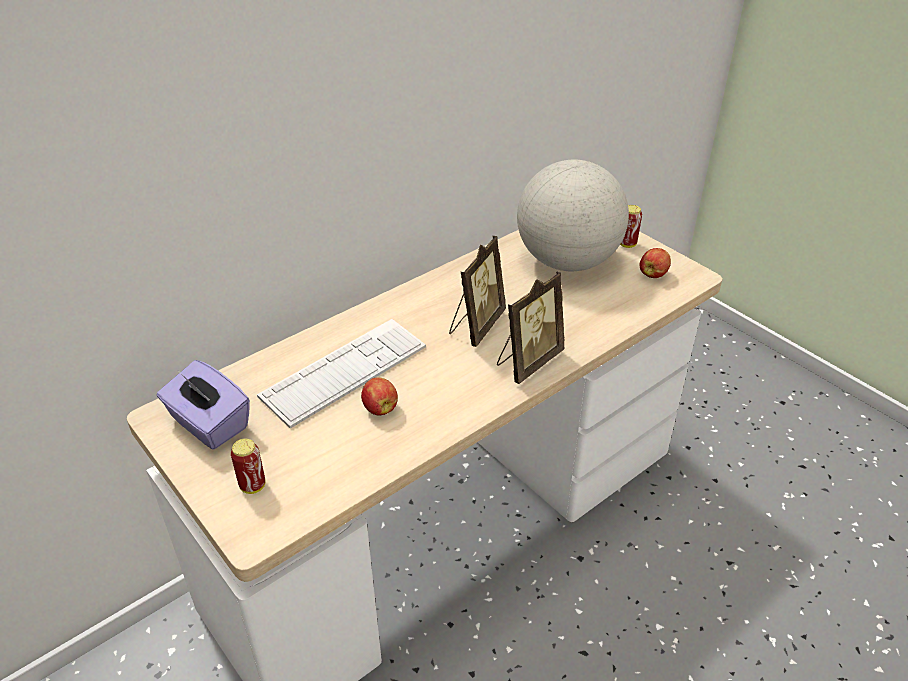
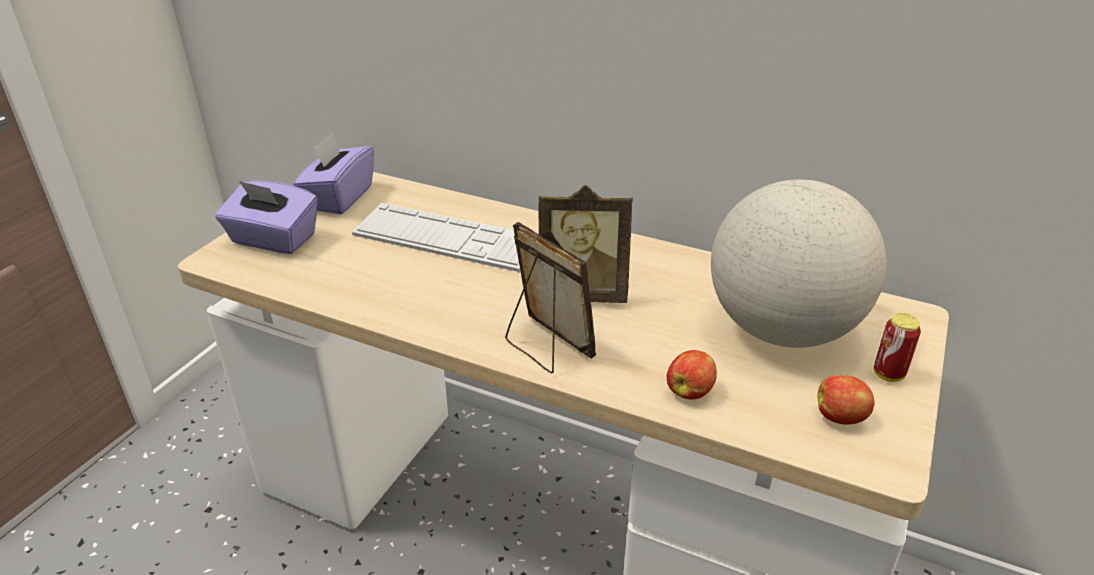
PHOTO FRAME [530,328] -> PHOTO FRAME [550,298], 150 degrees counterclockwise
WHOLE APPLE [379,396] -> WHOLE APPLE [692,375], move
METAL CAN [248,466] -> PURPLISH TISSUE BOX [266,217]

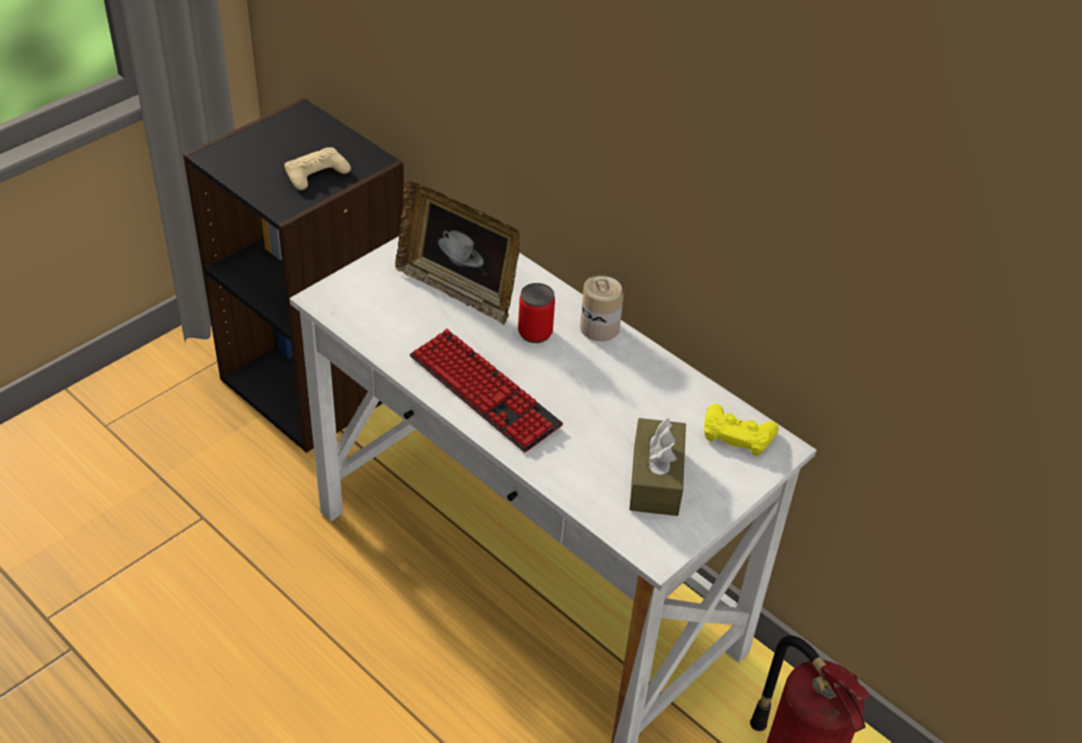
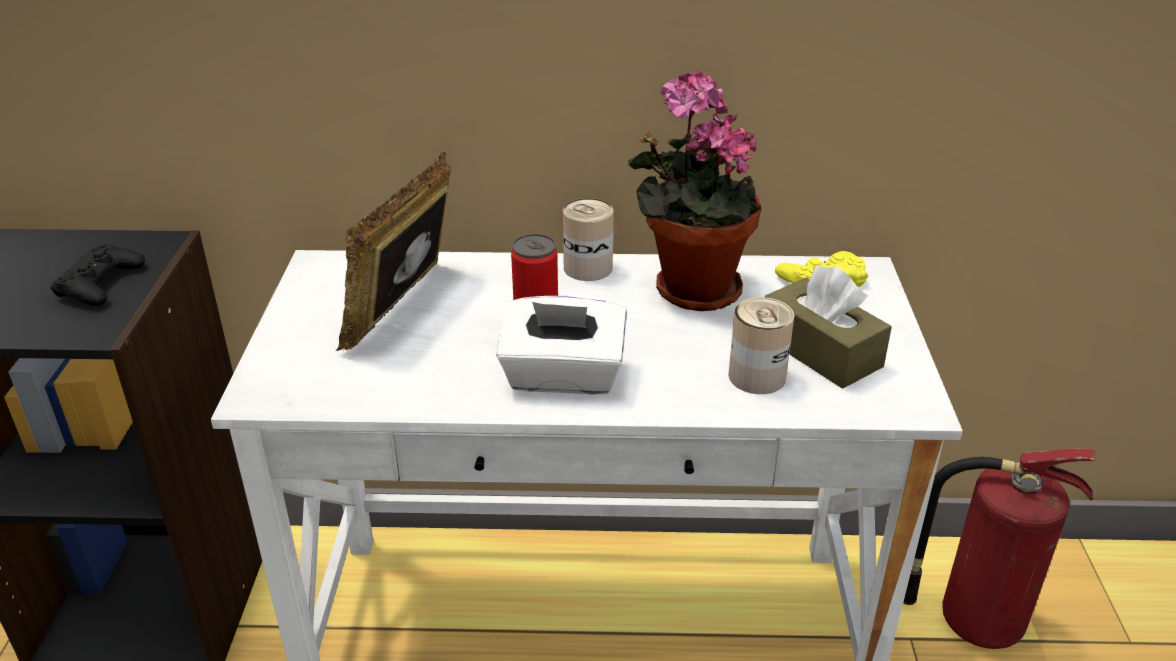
BEIGE-COLOURED GAME CONTROLLER [317,168] -> BLACK-COLOURED GAME CONTROLLER [98,275]
PHOTO FRAME [458,253] -> PHOTO FRAME [393,251], 120 degrees clockwise
KEYBOARD [486,390] -> WHITE-COLOURED TISSUE BOX [561,345]
none -> POTTED PLANT [694,190]
none -> METAL CAN [761,345]

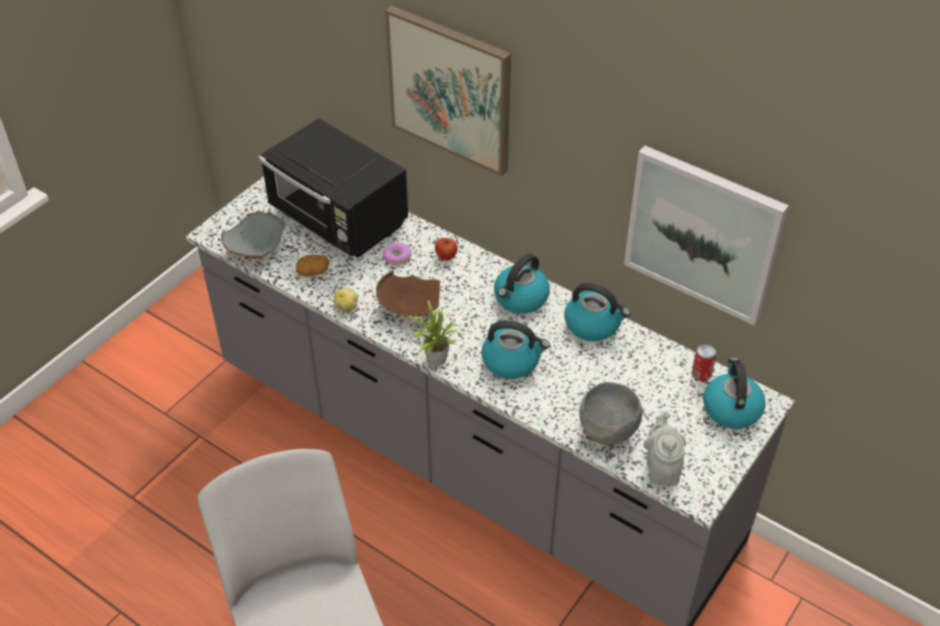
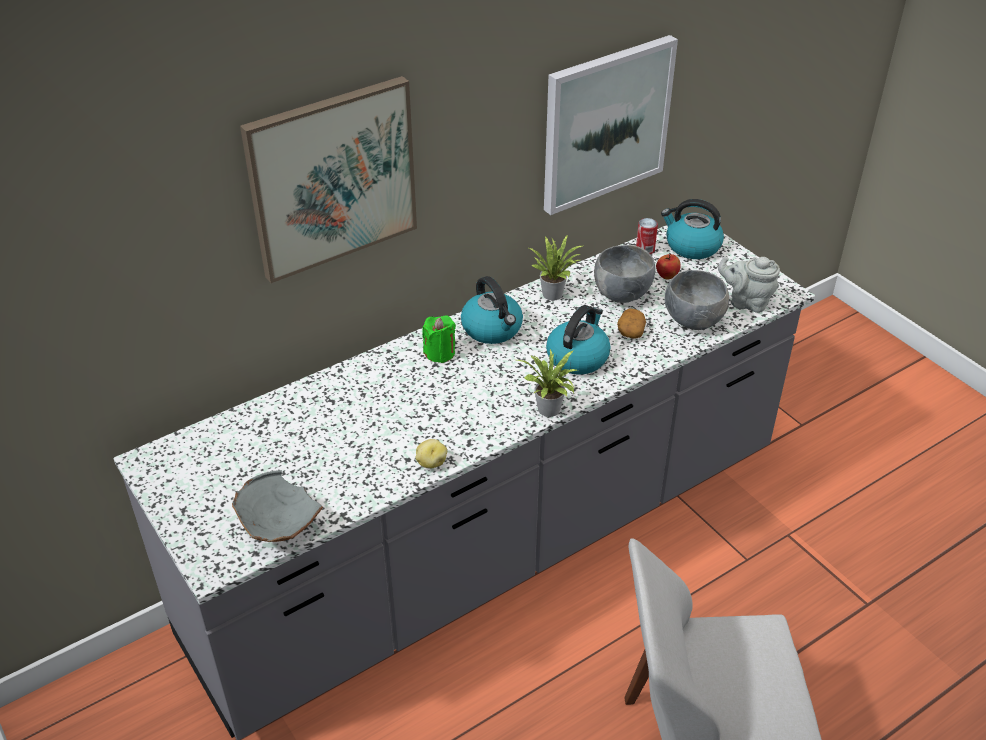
BLACK-COLOURED MICROWAVE [333,188] -> none
WHOLE APPLE [446,249] -> WHOLE APPLE [668,266], move
DOUGHNUT [397,254] -> none
POTATO [312,265] -> POTATO [631,324], move
BROWN-COLOURED DEEP DISH [408,294] -> none
KETTLE [597,312] -> POTTED PLANT [554,268]
none -> GRAY DEEP DISH [624,274]
none -> GREEN-COLOURED CANDLE [439,339]

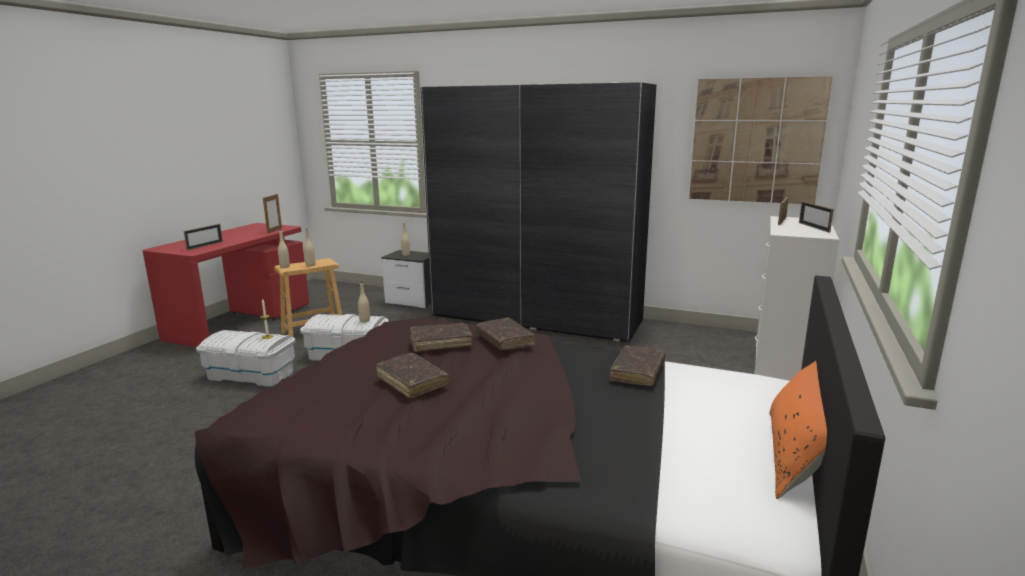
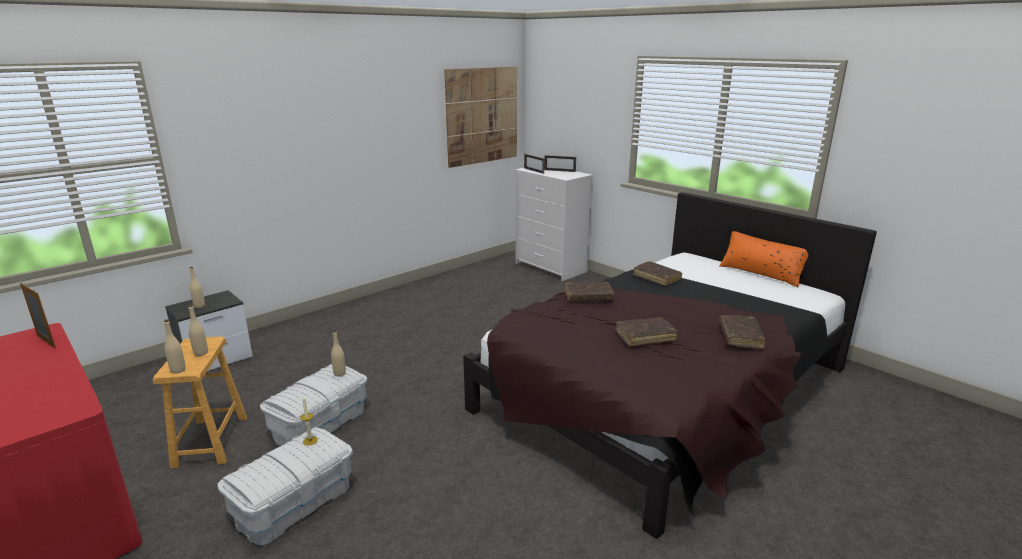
GRAY WARDROBE [538,213] -> none
PHOTO FRAME [203,237] -> none
BROWN-COLOURED VOLUME [441,337] -> BROWN-COLOURED VOLUME [742,332], move

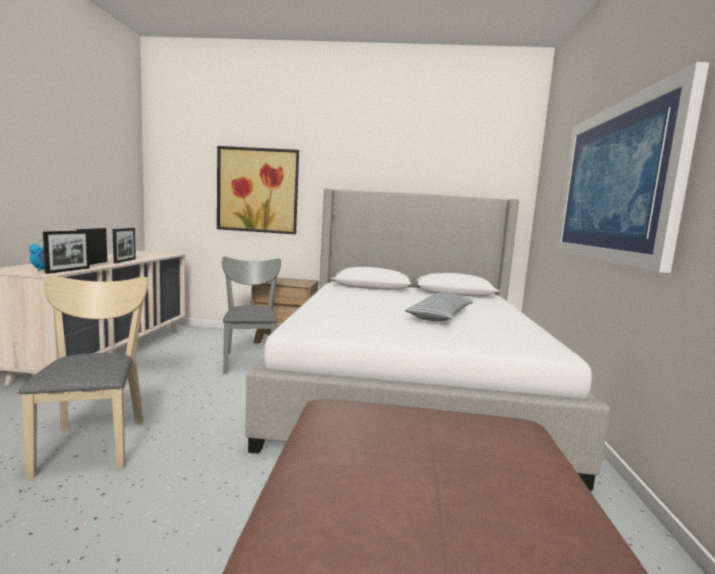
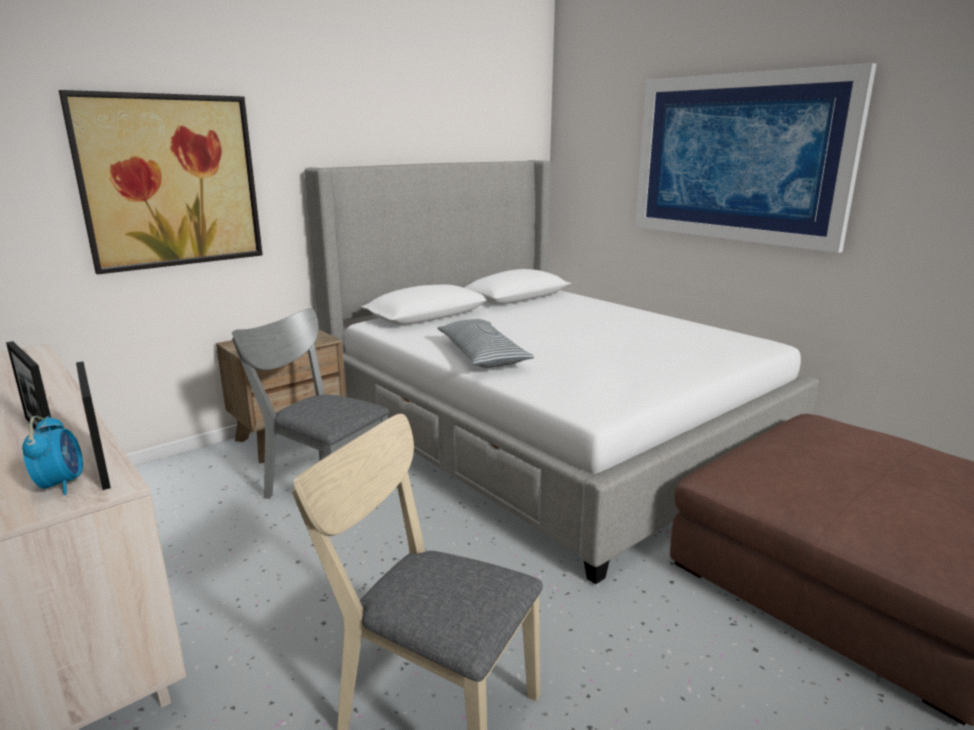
PHOTO FRAME [124,245] -> none
THROW PILLOW [439,306] -> THROW PILLOW [486,343], move

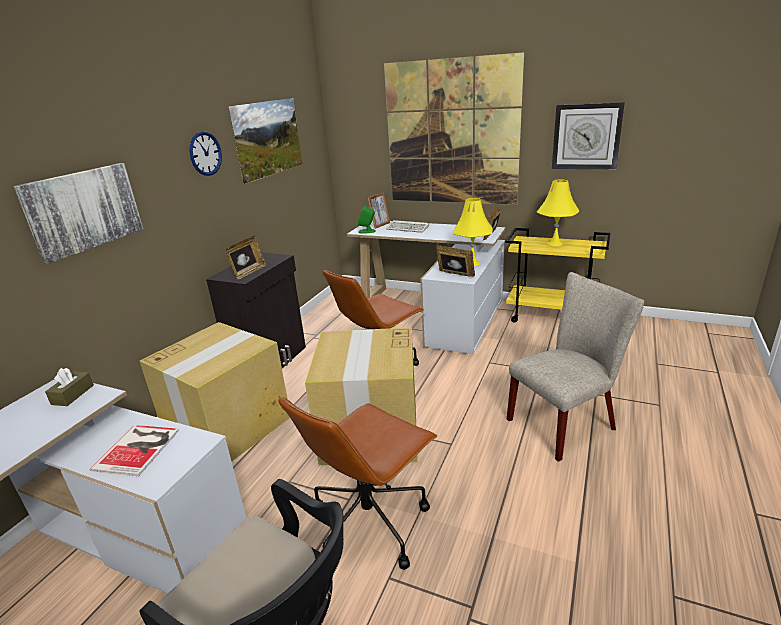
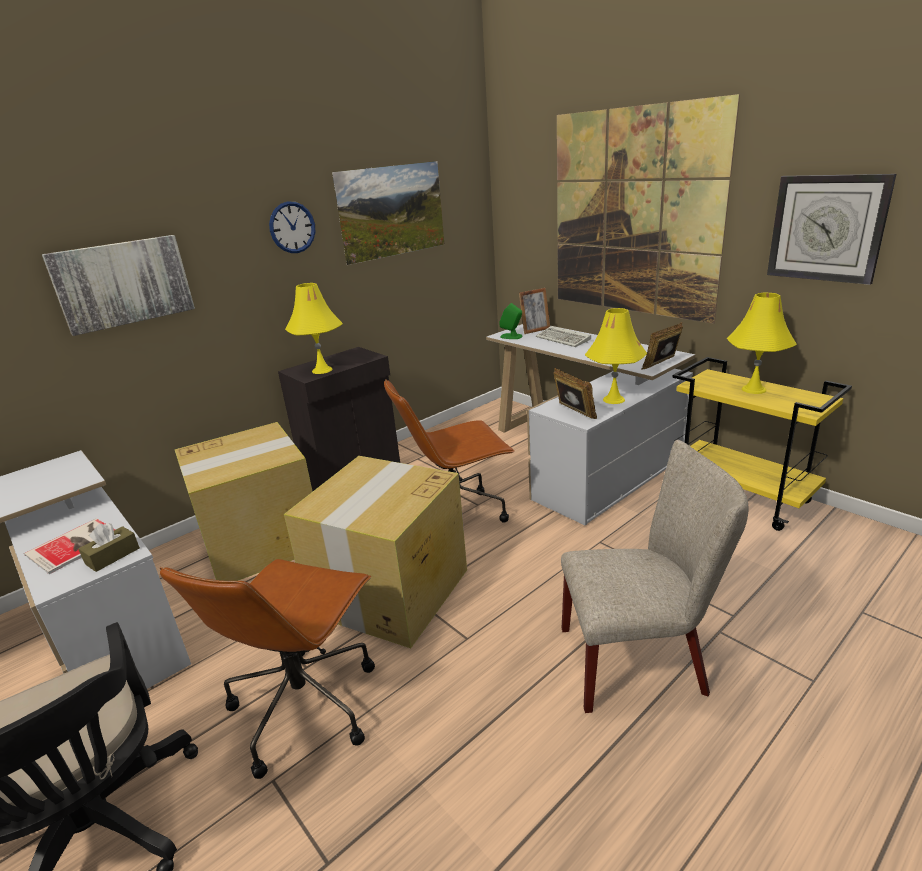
PHOTO FRAME [246,258] -> YELLOW-COLOURED TABLETOP LAMP [314,328]
BROWN-COLOURED TISSUE BOX [69,387] -> BROWN-COLOURED TISSUE BOX [109,547], move
BROWN-COLOURED COMPUTER CHAIR [357,483] -> BROWN-COLOURED COMPUTER CHAIR [267,669], 45 degrees counterclockwise

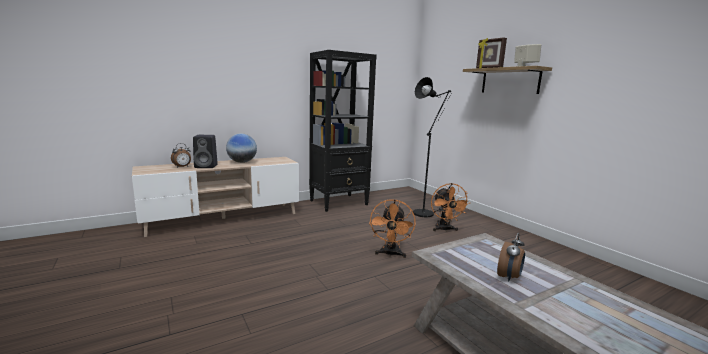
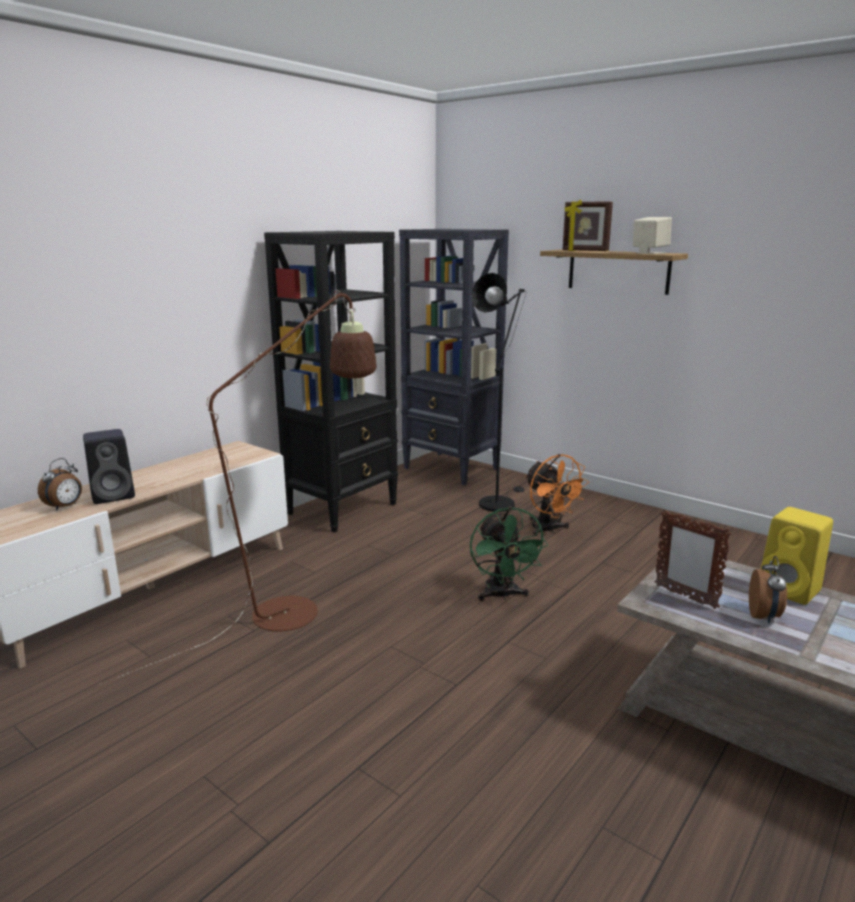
WORLD GLOBE [241,148] -> none
ORANGE-COLOURED COOLING FAN [392,228] -> GREEN-COLOURED COOLING FAN [509,554]
none -> BLACK-COLOURED BOOKCASE [454,357]
none -> BROWN-COLOURED STANDING LAMP [237,487]
none -> YELLOW-COLOURED AUDIO SPEAKER [797,556]
none -> PHOTO FRAME [693,559]

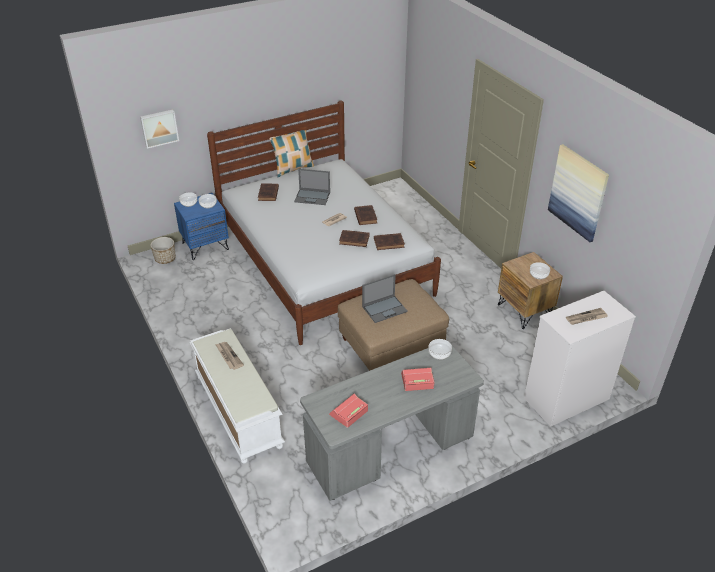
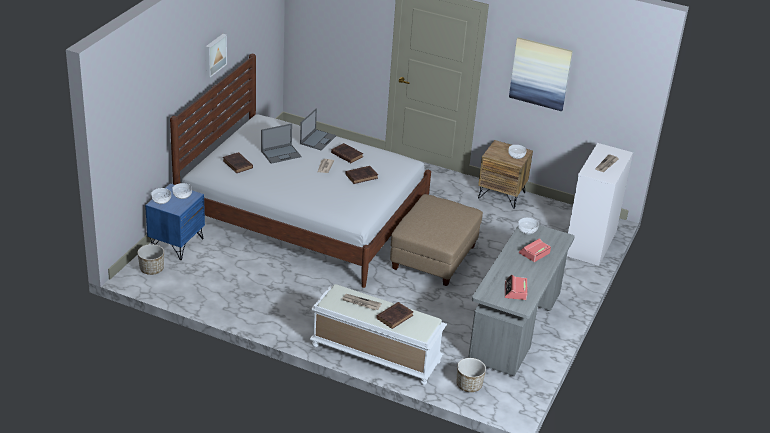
PICTURE [159,129] -> PICTURE [216,56], move
THROW PILLOW [291,153] -> none
BROWN-COLOURED VOLUME [389,241] -> BROWN-COLOURED VOLUME [394,315], move
NOTEBOOK COMPUTER [385,298] -> NOTEBOOK COMPUTER [318,129], move
none -> PLANTER [471,375]

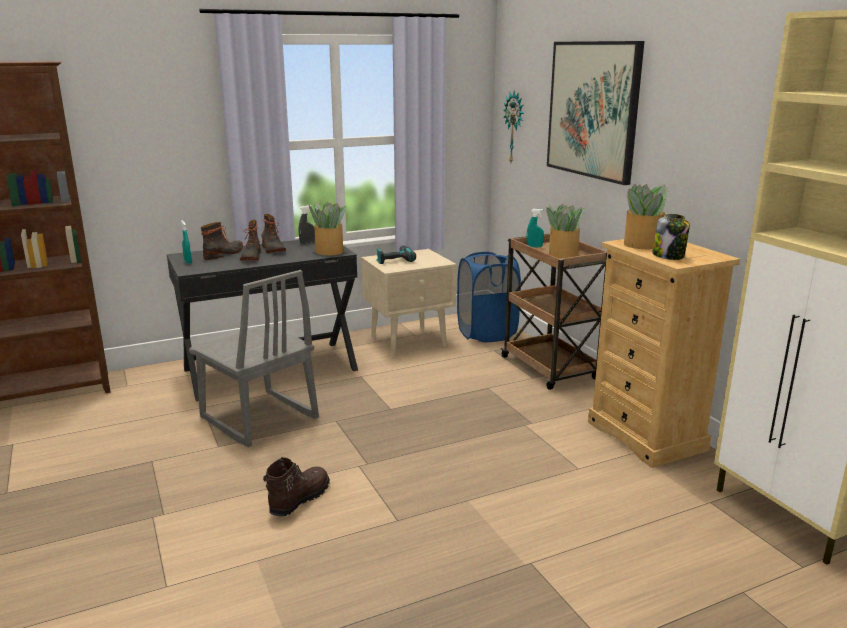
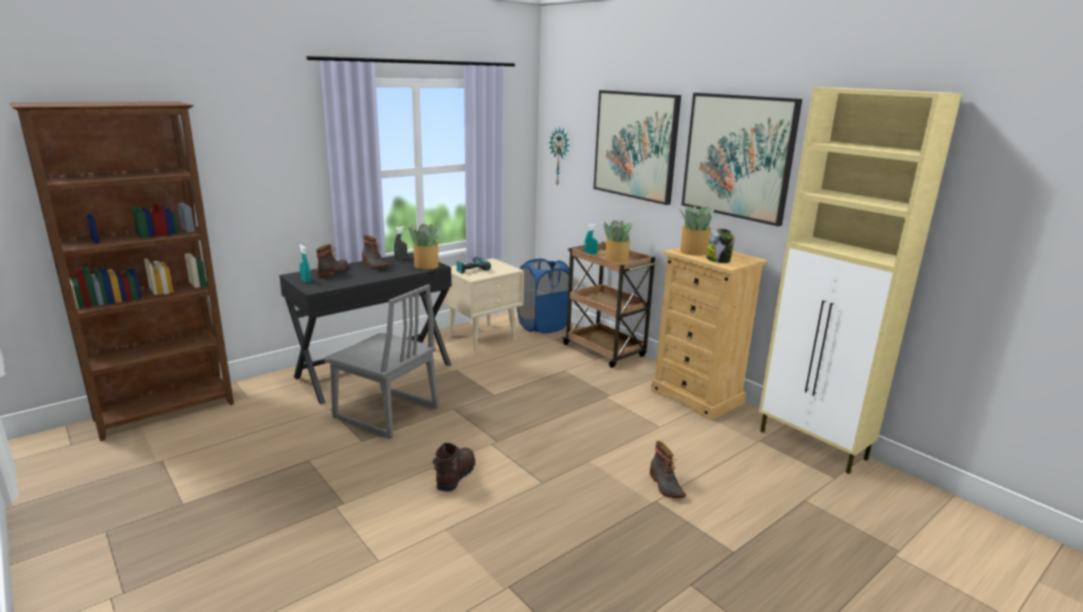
TALL BOOT [250,240] -> TALL BOOT [668,469], move
none -> PICTURE [741,159]

